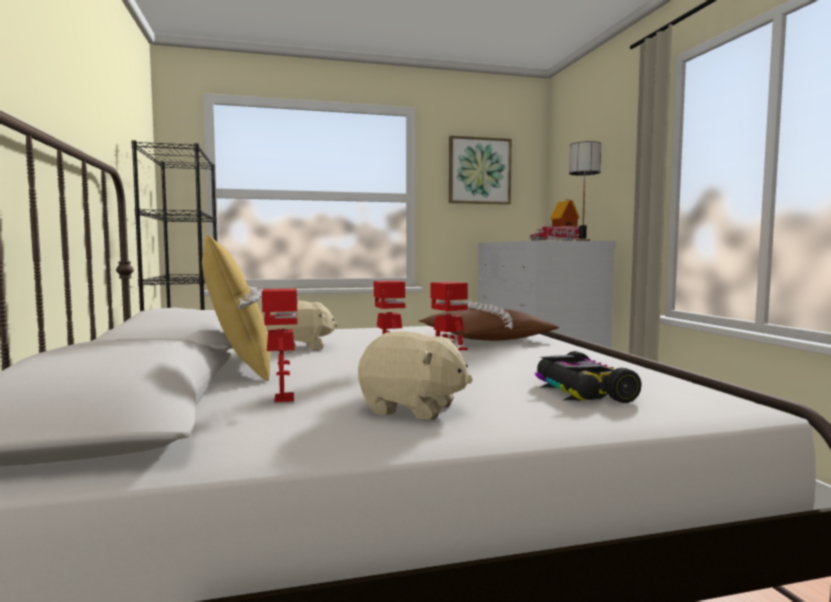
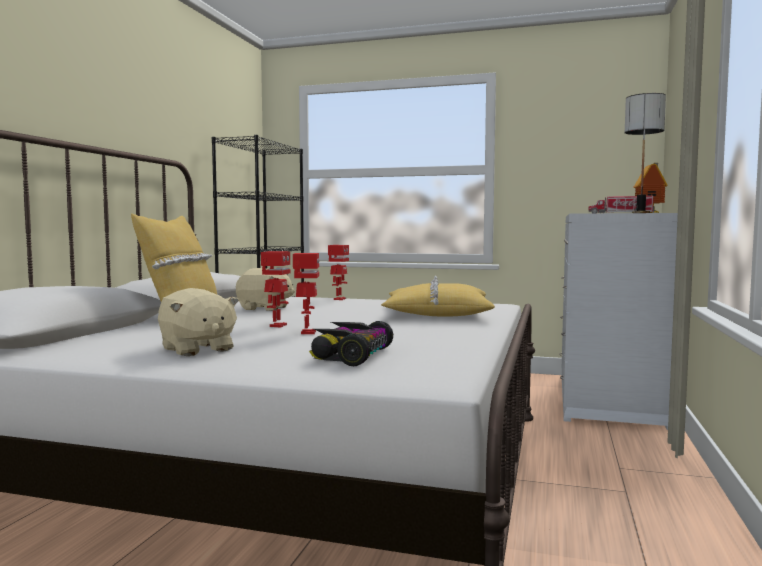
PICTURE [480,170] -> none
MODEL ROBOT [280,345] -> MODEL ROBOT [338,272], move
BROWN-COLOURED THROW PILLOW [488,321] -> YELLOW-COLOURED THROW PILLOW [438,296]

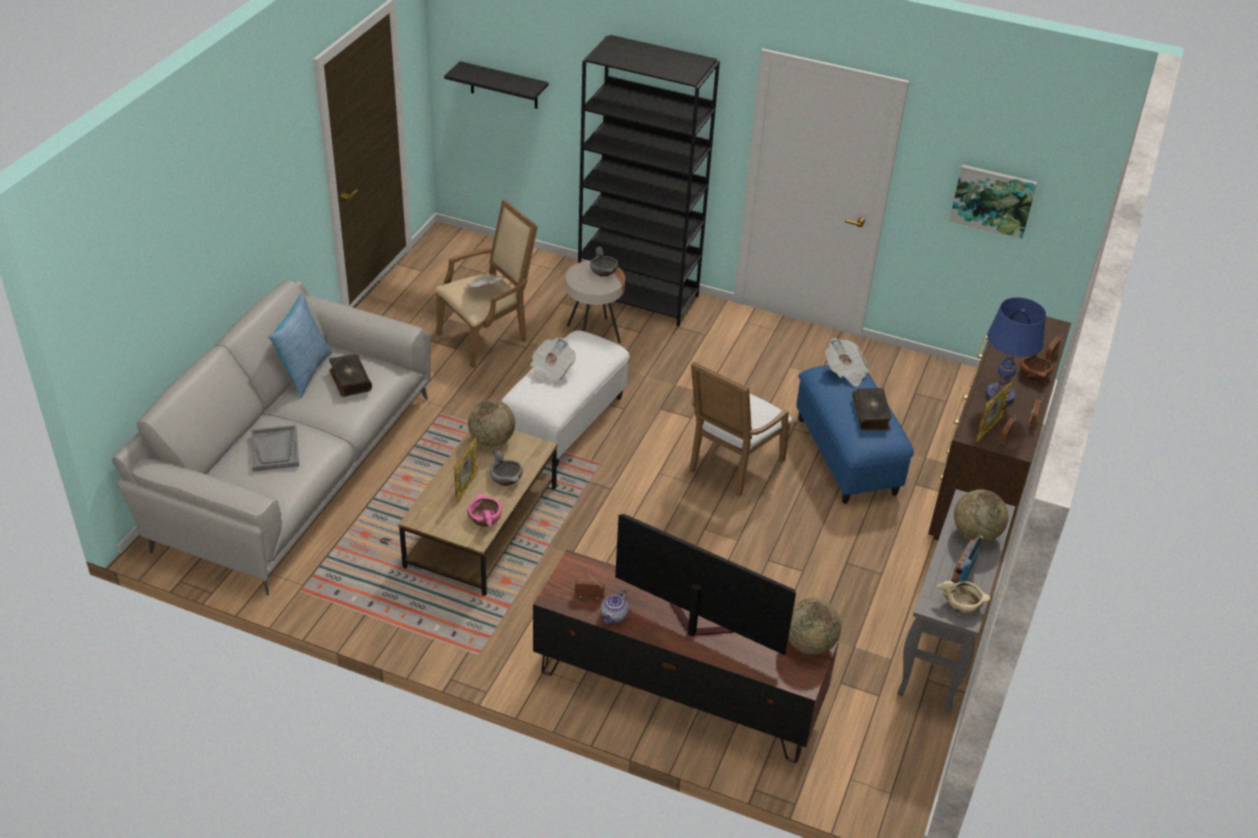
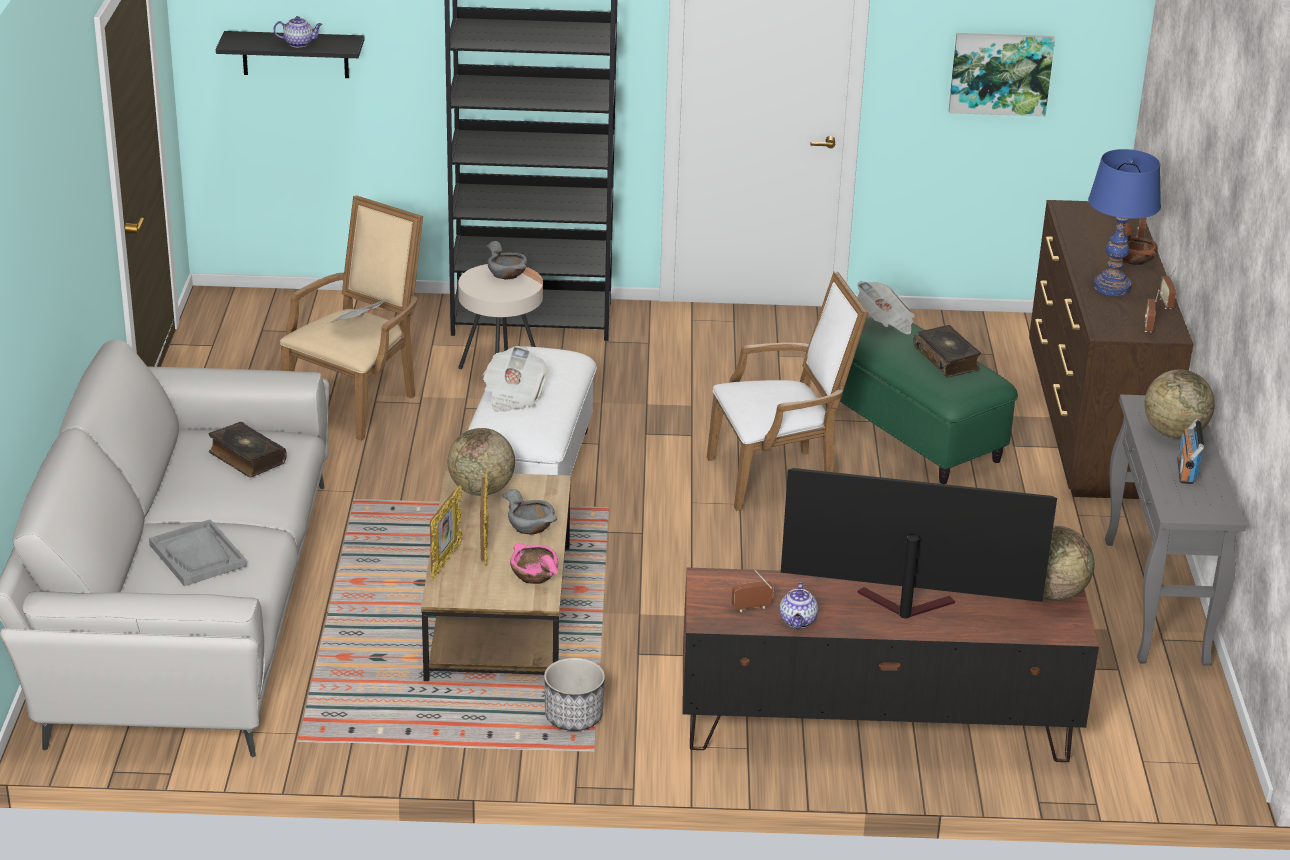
THROW PILLOW [300,345] -> none
WHITE-COLOURED ARMCHAIR [741,429] -> WHITE-COLOURED ARMCHAIR [787,391], 120 degrees counterclockwise
BLUE OTTOMAN [855,434] -> GREEN-COLOURED OTTOMAN [929,400]
PHOTO FRAME [994,412] -> PHOTO FRAME [446,532], move
BEIGE-COLOURED DEEP DISH [963,597] -> none
none -> TEA POT [298,31]
none -> PLANTER [574,694]

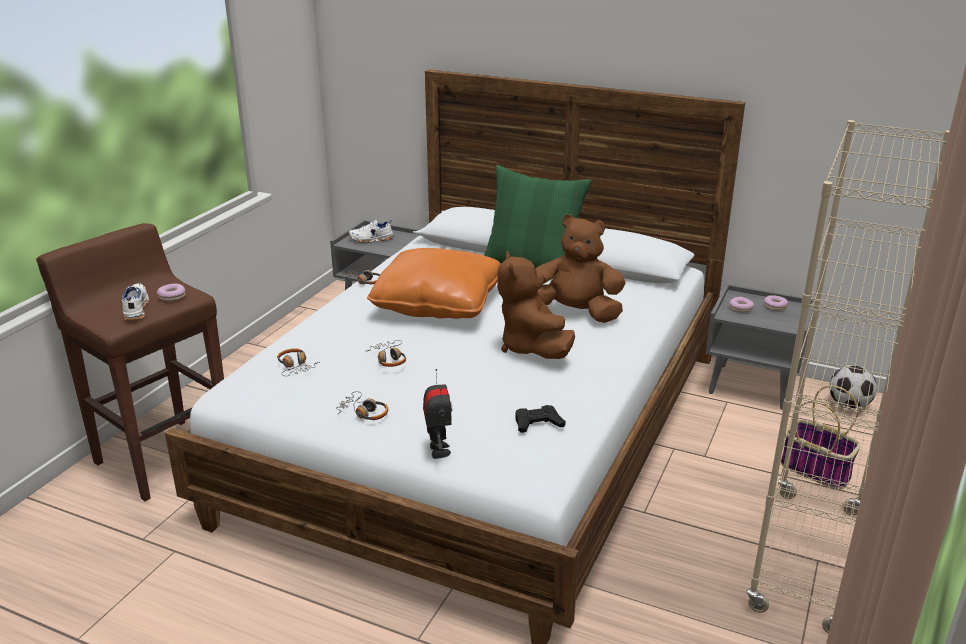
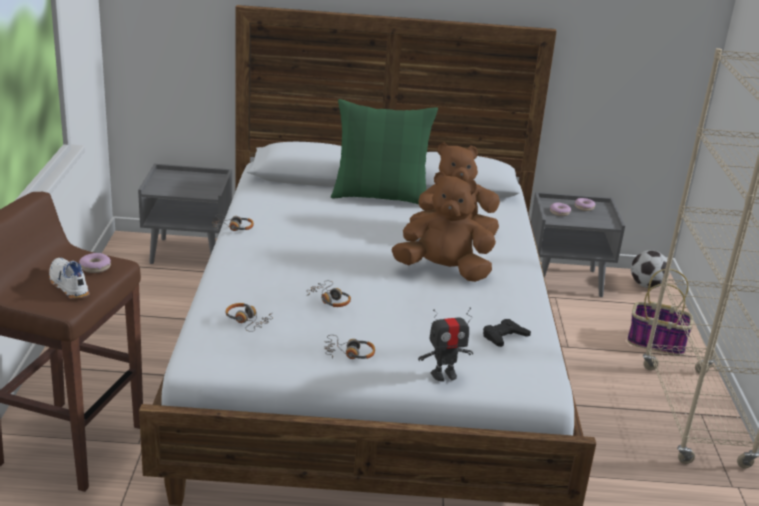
WHITE-COLOURED SHOE [371,231] -> none
ORANGE-COLOURED THROW PILLOW [434,283] -> none
BROWN-COLOURED PLUSH TOY [536,305] -> BROWN-COLOURED PLUSH TOY [444,227], 135 degrees clockwise
MODEL ROBOT [437,414] -> MODEL ROBOT [445,345], 105 degrees clockwise

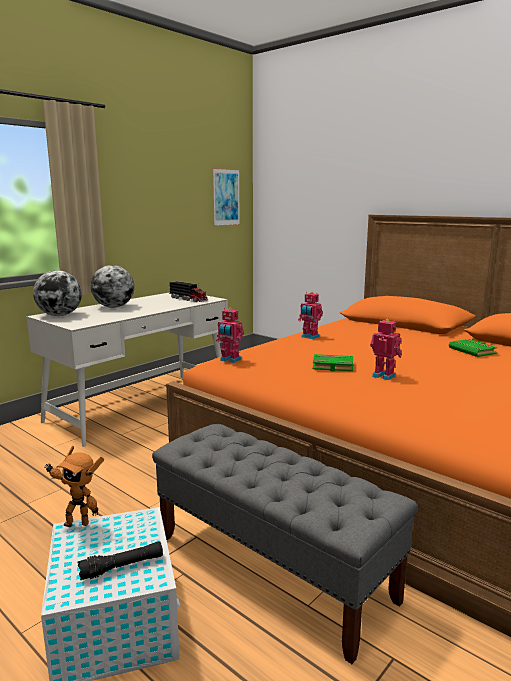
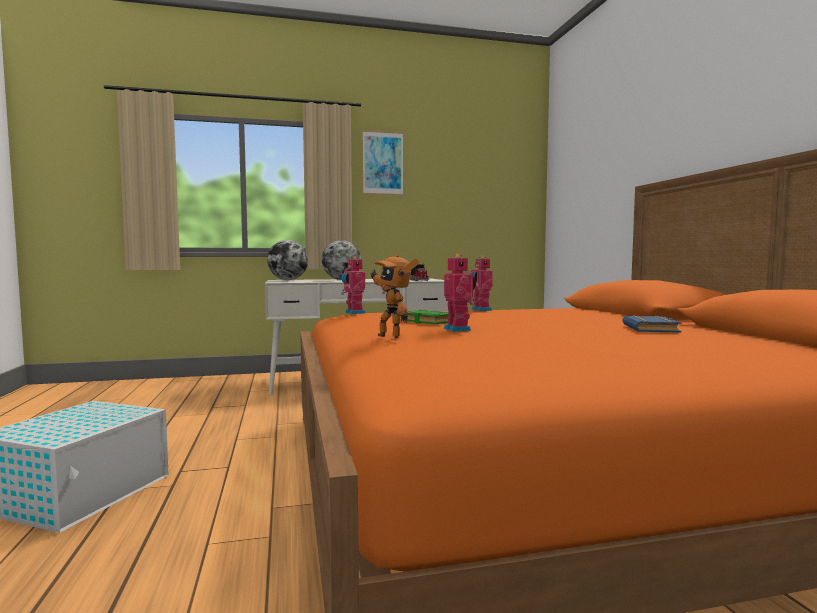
PICTURE [226,197] -> PICTURE [383,162], move
GREEN-COLOURED VOLUME [473,348] -> BLUE VOLUME [652,324]
GRAY LONG SEAT [285,544] -> none
MODEL ROBOT [74,486] -> MODEL ROBOT [394,296], move
BLACK-COLOURED HAND TORCH [120,561] -> none

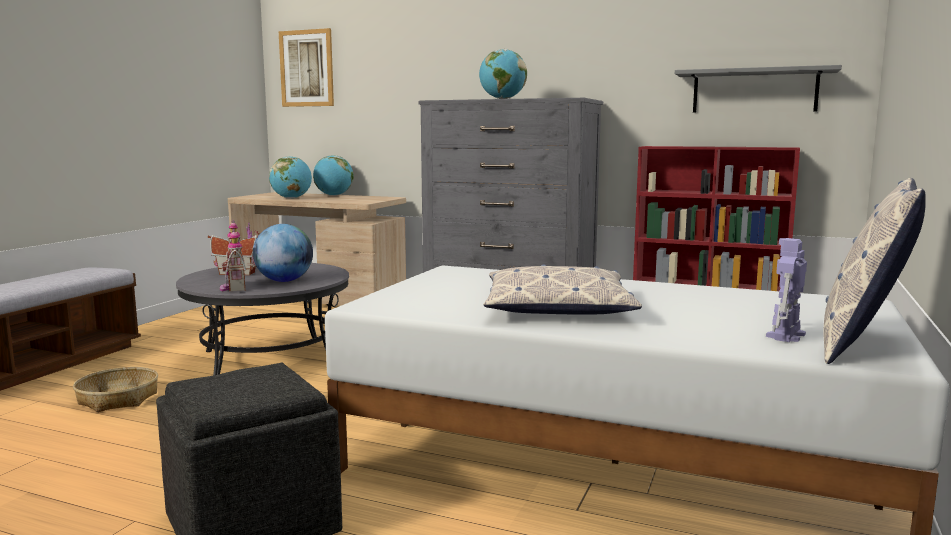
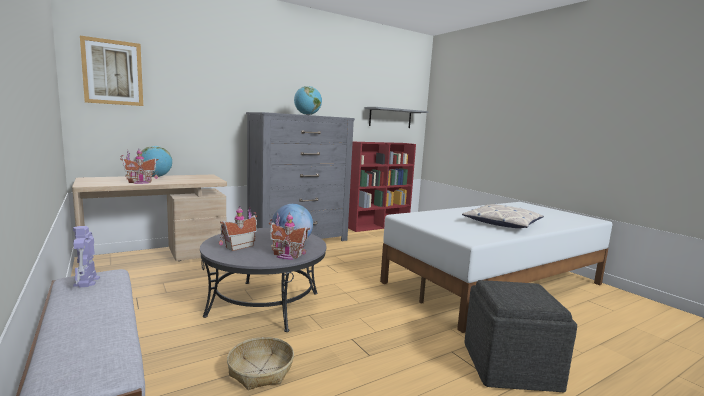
WORLD GLOBE [290,177] -> MINIATURE HOUSE [139,166]
THROW PILLOW [875,271] -> none
MODEL ROBOT [786,290] -> MODEL ROBOT [86,257], move

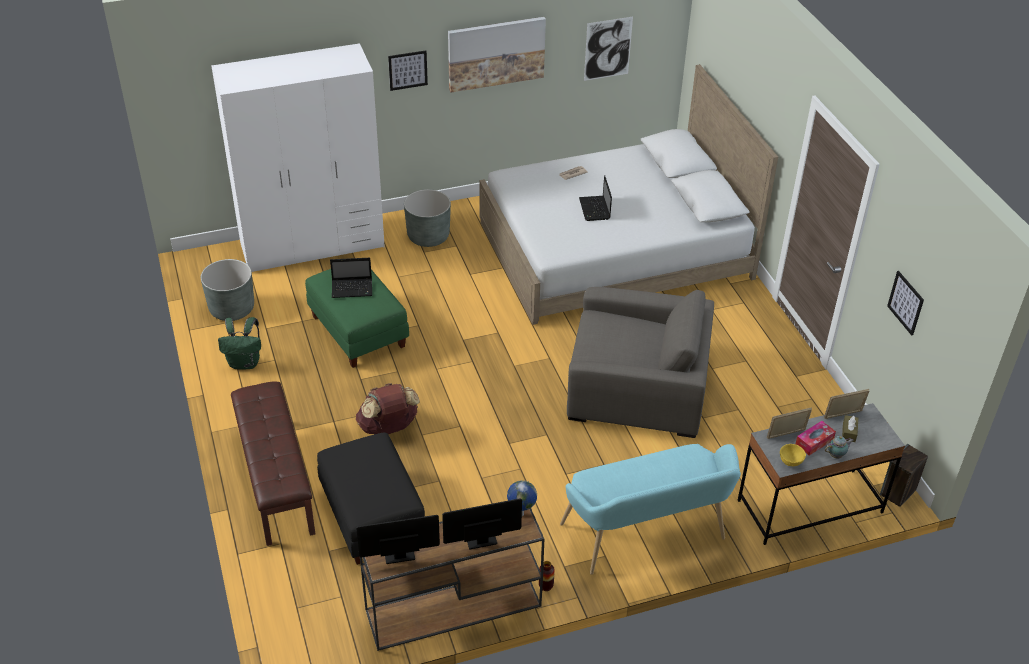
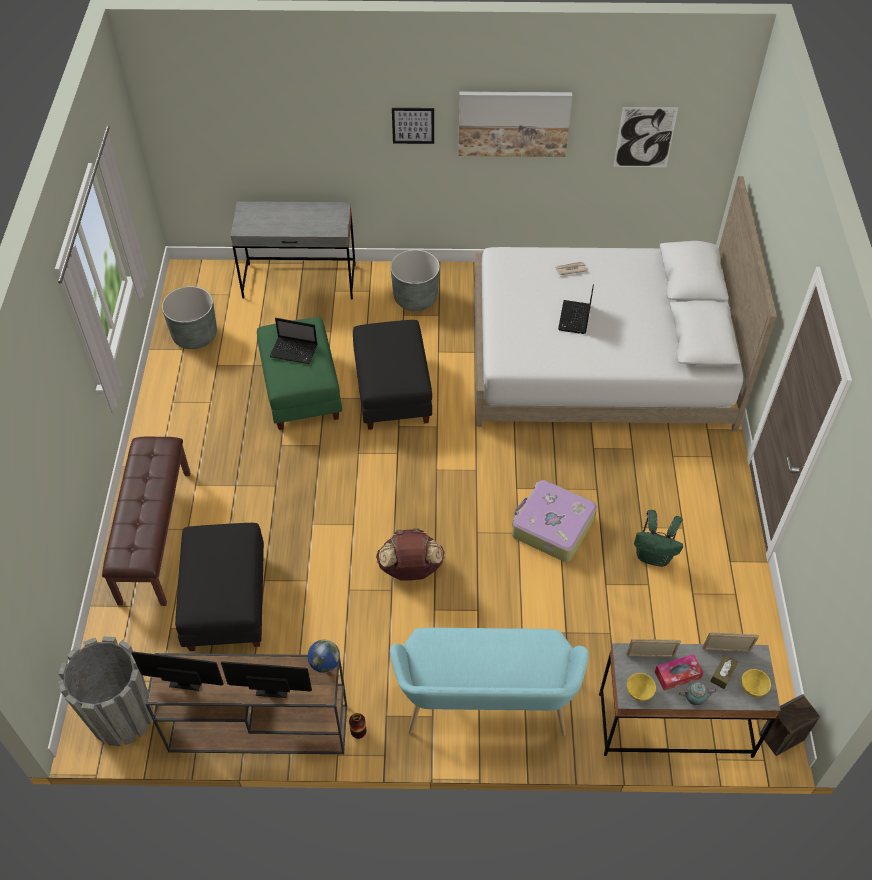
WHITE-COLOURED WARDROBE [298,157] -> GRAY DESK UNIT [293,250]
PICTURE [905,303] -> none
GRAY ARMCHAIR [640,362] -> SUITCASE [554,521]
GREEN-COLOURED RUCKSACK [239,343] -> GREEN-COLOURED RUCKSACK [658,538], move
BROWN-COLOURED RUCKSACK [388,408] -> BROWN-COLOURED RUCKSACK [410,554], move
none -> BLACK-COLOURED OTTOMAN [392,375]
none -> GRAY PLANTER [106,691]
none -> YELLOW-COLOURED DEEP DISH [756,683]

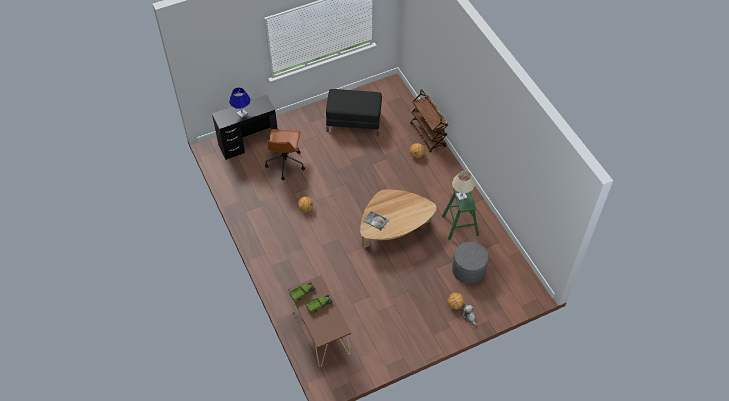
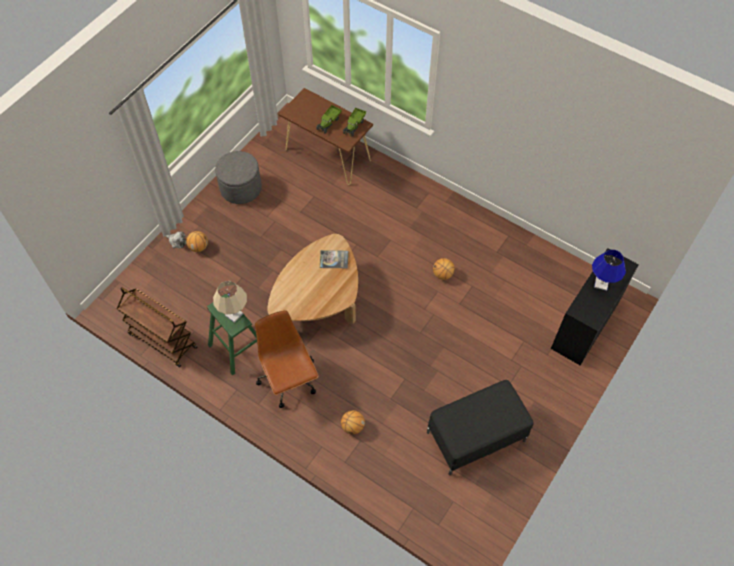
BROWN-COLOURED TROLLEY [429,120] -> BROWN-COLOURED TROLLEY [157,327], move
BROWN-COLOURED COMPUTER CHAIR [285,154] -> BROWN-COLOURED COMPUTER CHAIR [287,359], move
GRAY OTTOMAN [470,263] -> GRAY OTTOMAN [238,177], move

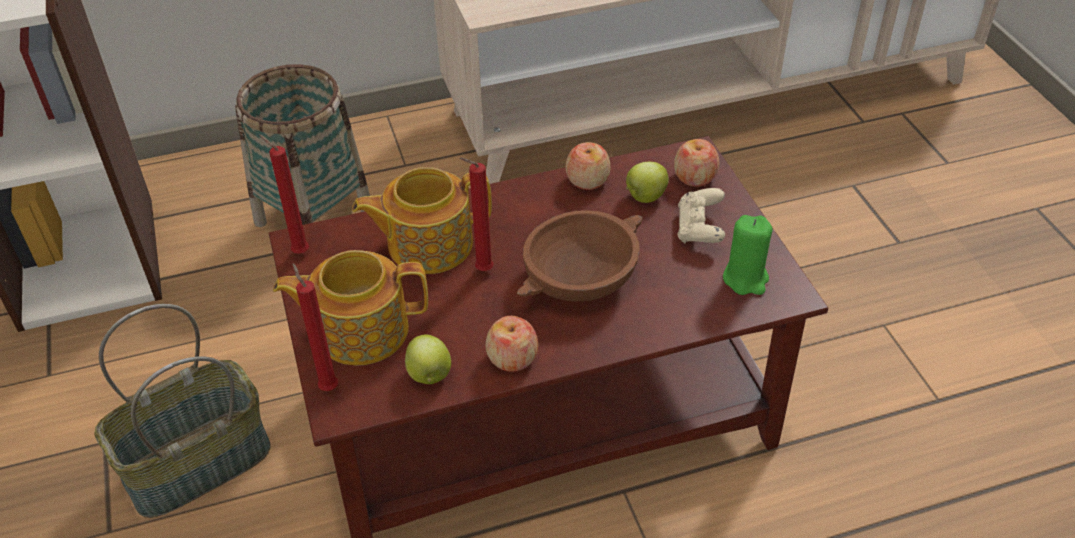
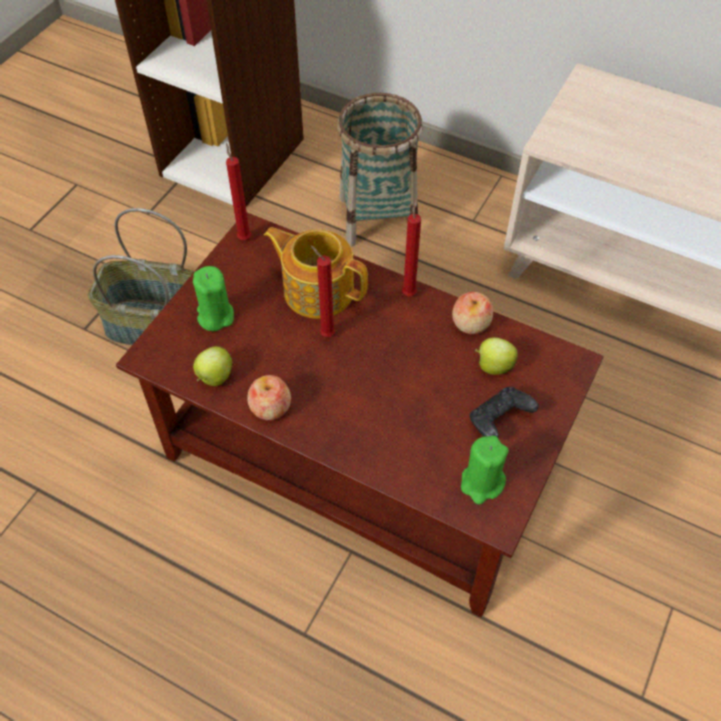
WHOLE APPLE [697,163] -> none
BEIGE-COLOURED GAME CONTROLLER [701,215] -> BLACK-COLOURED GAME CONTROLLER [504,412]
BROWN-COLOURED DEEP DISH [580,256] -> none
TEA POT [350,308] -> GREEN-COLOURED CANDLE [213,298]
REDDISH CANDLE [315,327] -> REDDISH CANDLE [411,247], move

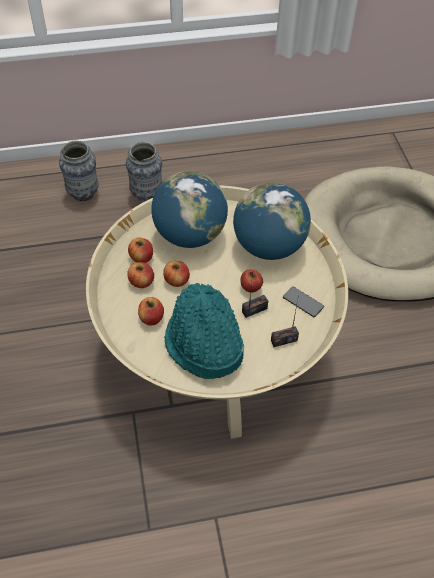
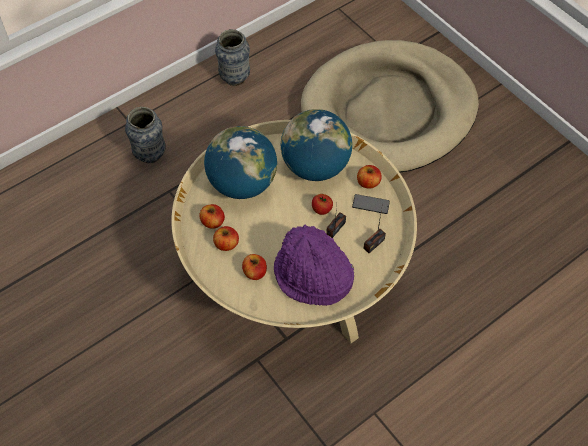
DECORATIVE VASE [78,170] -> DECORATIVE VASE [232,57], move
WHOLE APPLE [176,274] -> WHOLE APPLE [369,177], move
BLUE-GREEN WEARABLE HAT [204,331] -> PURPLISH WEARABLE HAT [314,265]

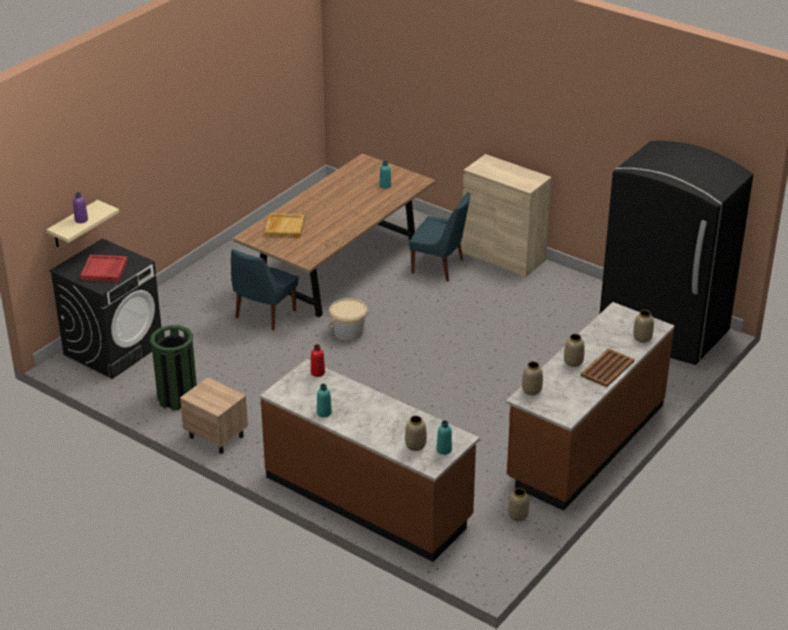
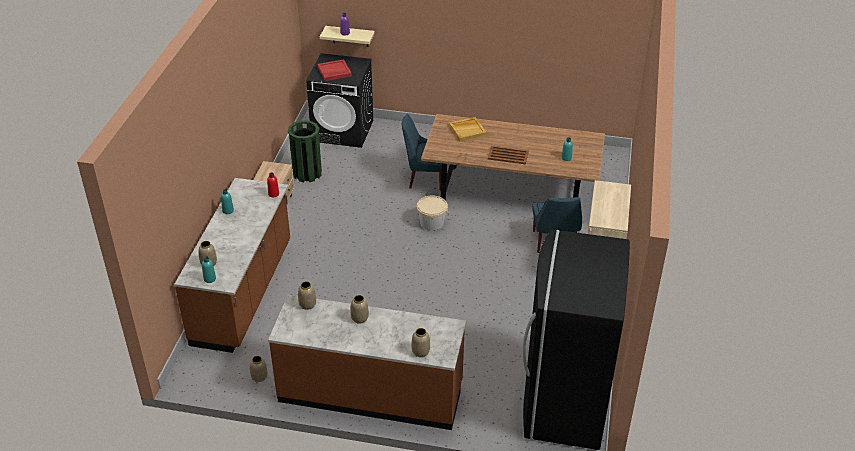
BROWN-COLOURED SERVING TRAY [607,367] -> BROWN-COLOURED SERVING TRAY [508,154], move

